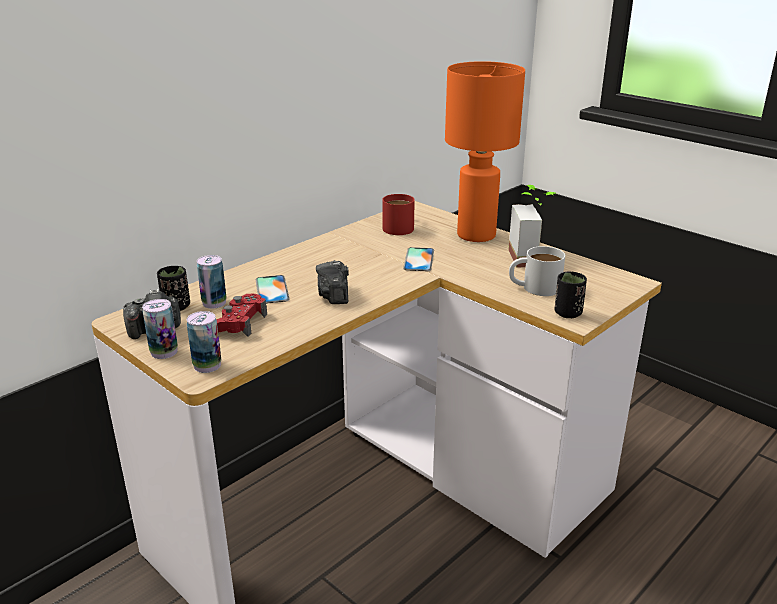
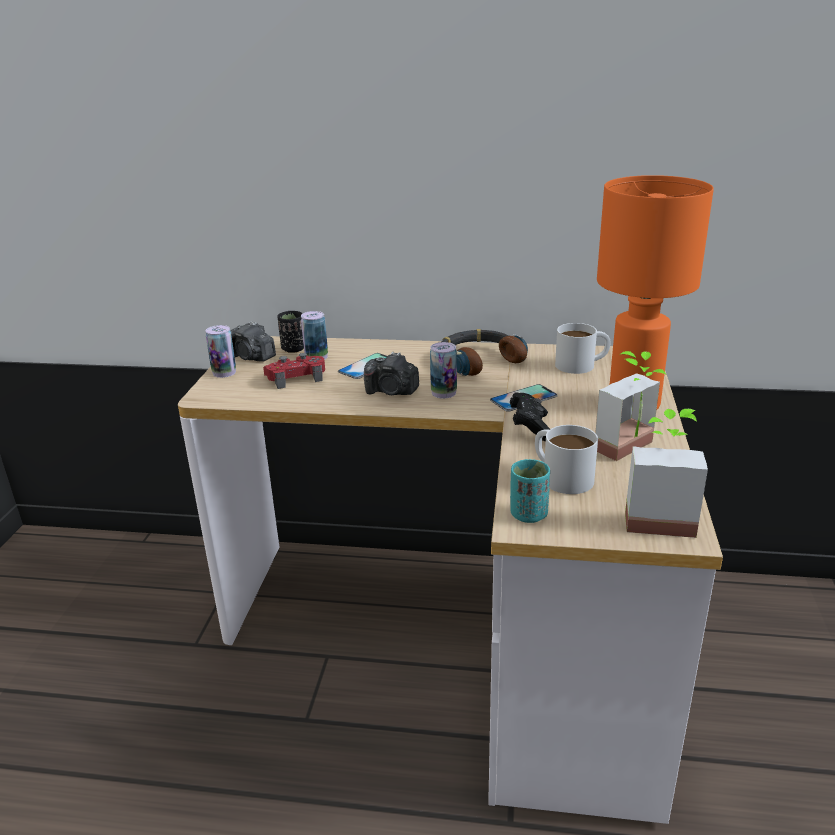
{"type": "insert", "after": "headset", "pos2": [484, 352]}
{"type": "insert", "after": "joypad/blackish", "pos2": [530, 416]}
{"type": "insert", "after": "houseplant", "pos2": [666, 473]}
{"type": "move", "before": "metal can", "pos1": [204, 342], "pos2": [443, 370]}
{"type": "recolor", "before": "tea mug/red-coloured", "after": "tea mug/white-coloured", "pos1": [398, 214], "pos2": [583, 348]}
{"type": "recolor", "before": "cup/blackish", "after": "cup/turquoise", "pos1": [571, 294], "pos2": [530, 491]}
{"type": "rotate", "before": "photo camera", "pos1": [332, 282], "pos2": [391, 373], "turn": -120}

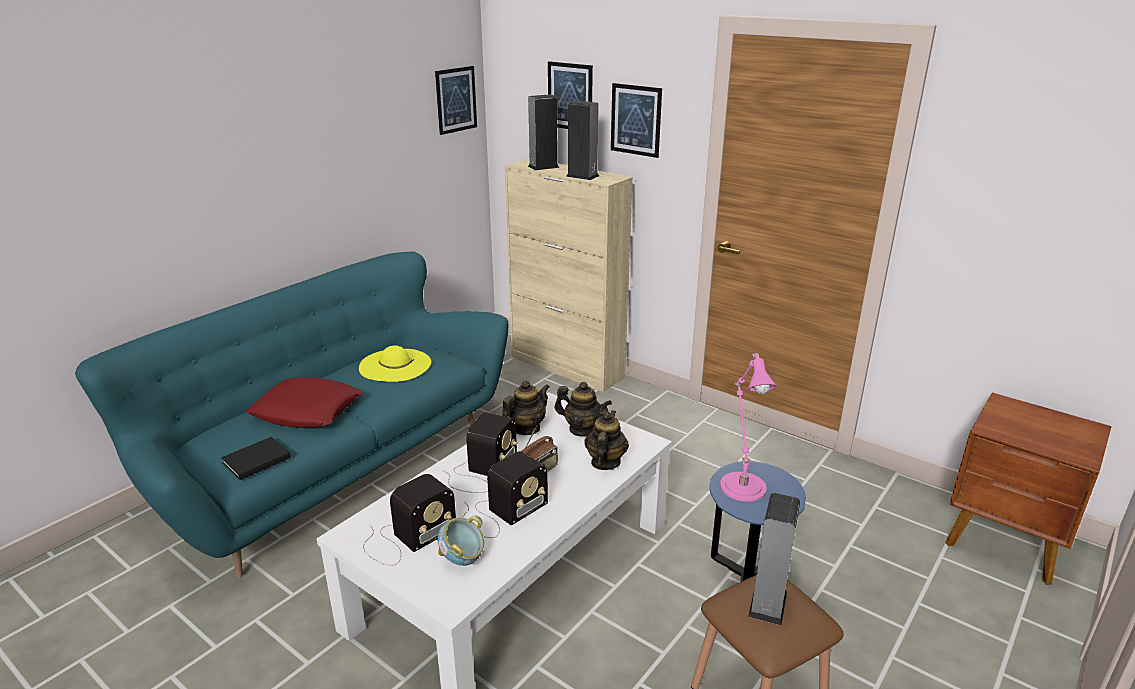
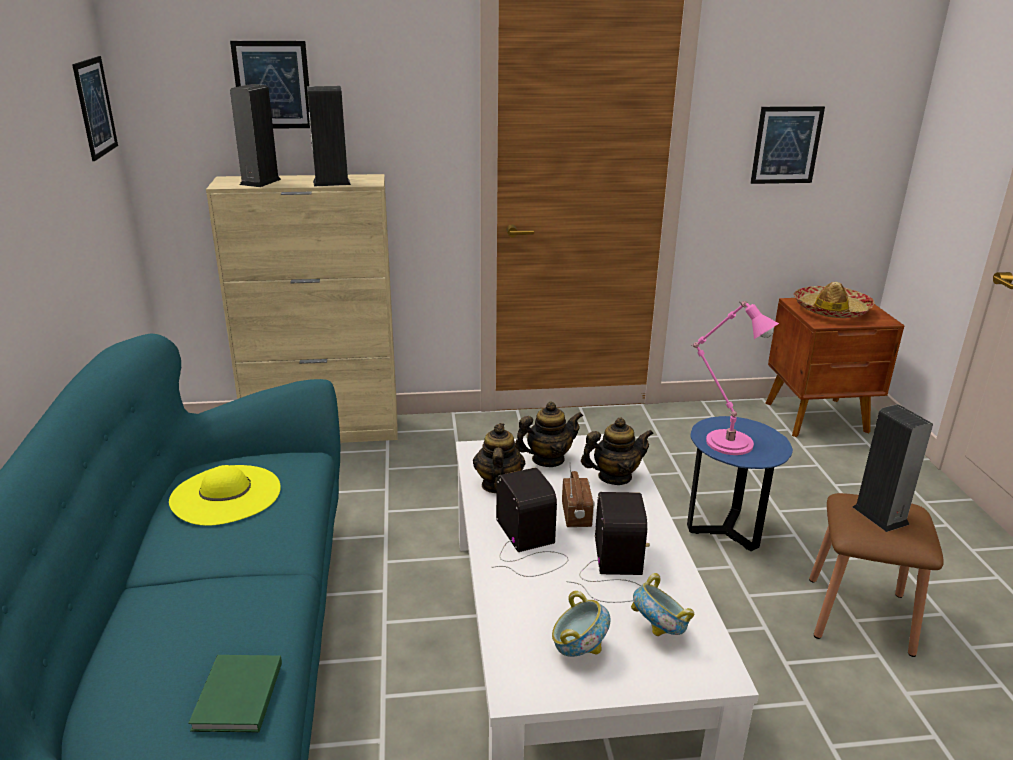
{"type": "delete", "before": "pillow/red-coloured", "pos1": [304, 402]}
{"type": "insert", "after": "hat", "pos2": [834, 300]}
{"type": "move", "before": "picture", "pos1": [636, 120], "pos2": [788, 145]}
{"type": "replace", "before": "radio receiver", "after": "bowl", "pos1": [409, 520], "pos2": [581, 624]}
{"type": "recolor", "before": "book/blackish", "after": "book/greenish", "pos1": [256, 458], "pos2": [235, 693]}
{"type": "rotate", "before": "tea pot", "pos1": [607, 440], "pos2": [617, 451], "turn": 105}

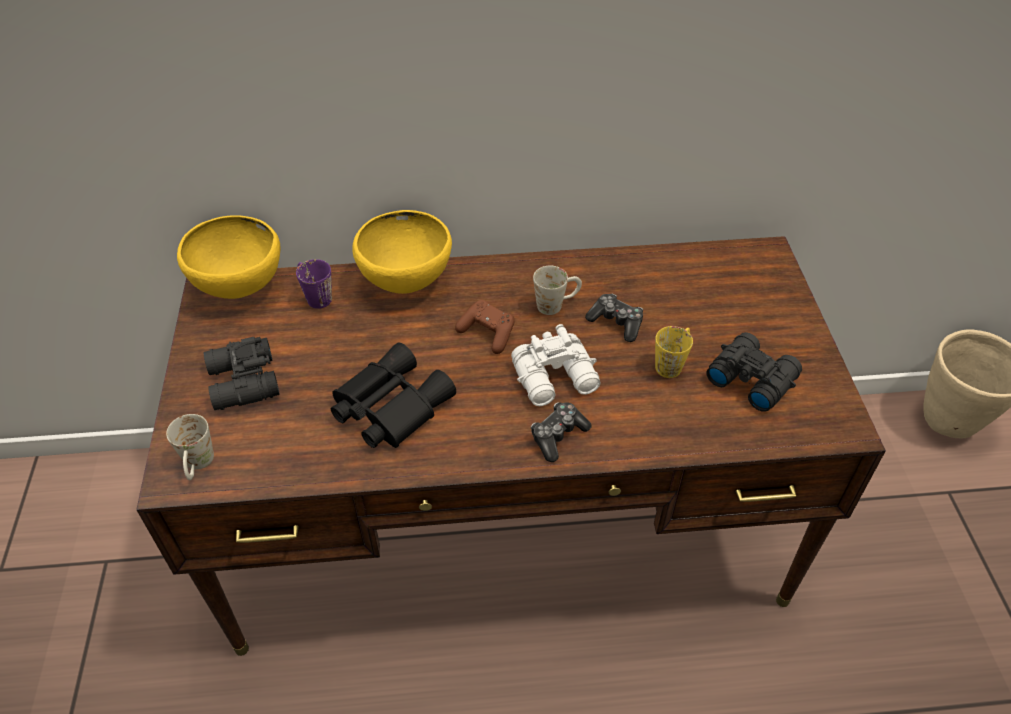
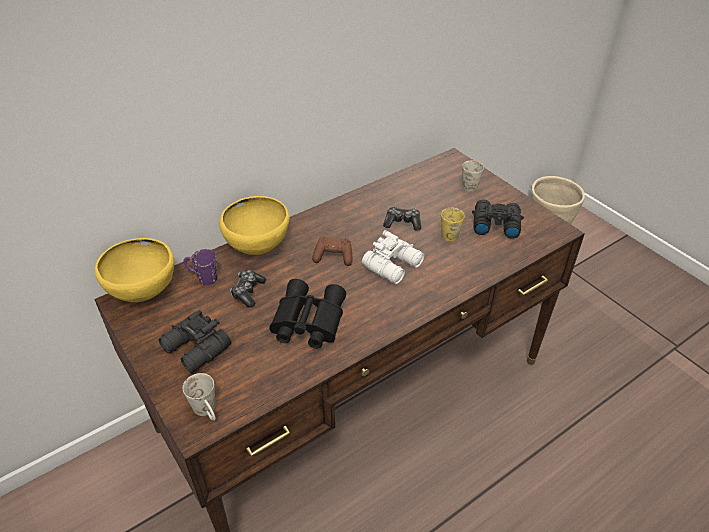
{"type": "move", "before": "joypad", "pos1": [561, 432], "pos2": [248, 288]}
{"type": "move", "before": "tea mug/white-coloured", "pos1": [557, 290], "pos2": [473, 176]}

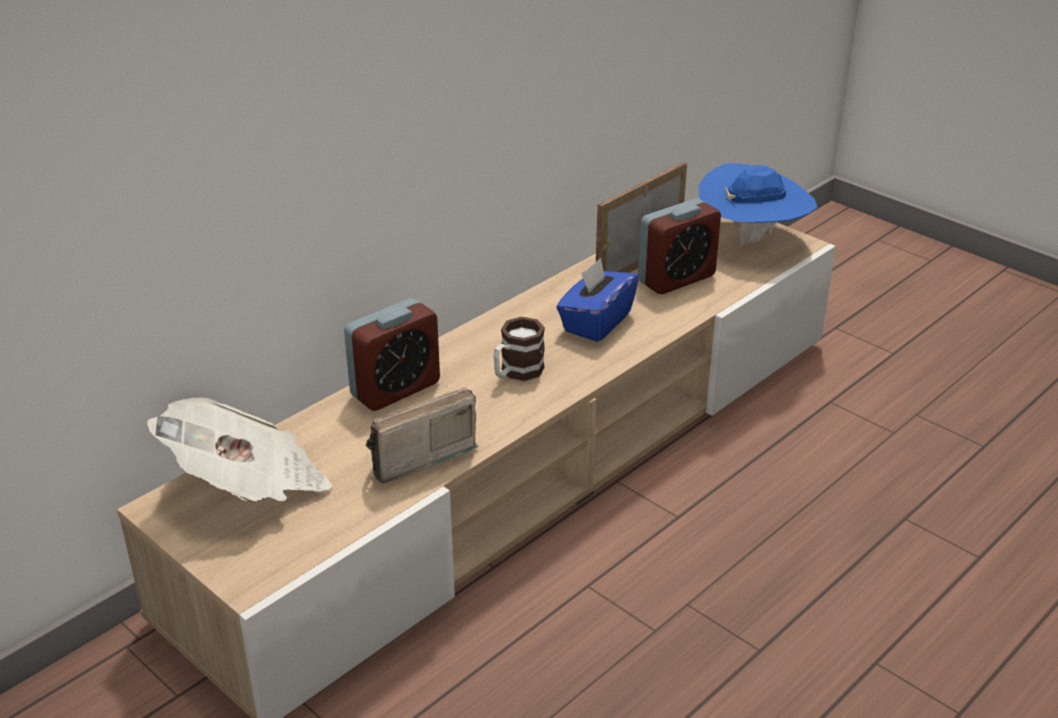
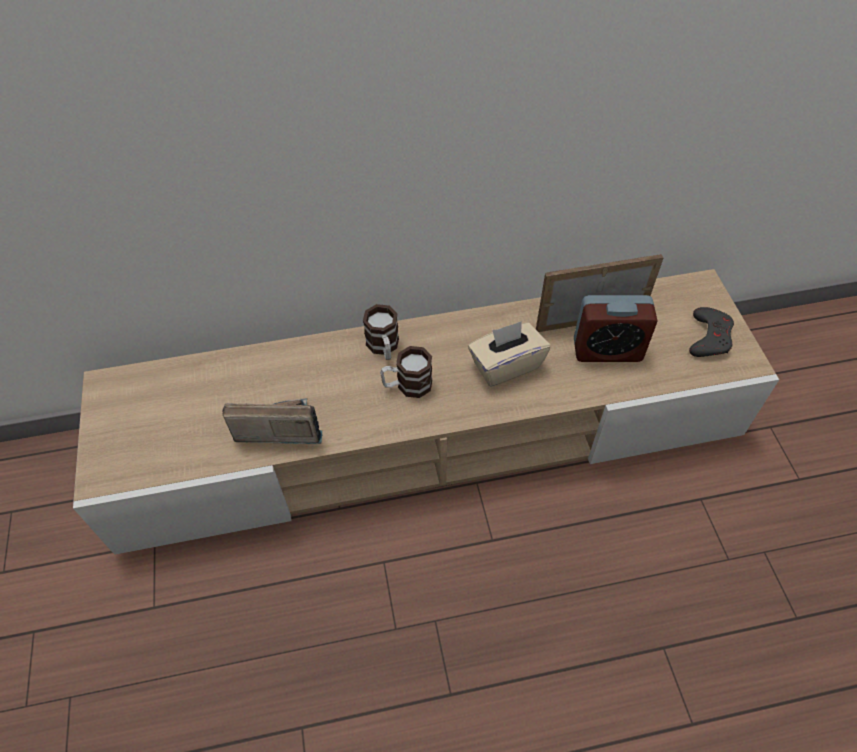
{"type": "delete", "before": "newspaper", "pos1": [240, 449]}
{"type": "delete", "before": "bedside clock", "pos1": [392, 354]}
{"type": "insert", "after": "tea mug", "pos2": [381, 332]}
{"type": "replace", "before": "hat/blue", "after": "joypad/gray", "pos1": [758, 204], "pos2": [711, 332]}
{"type": "recolor", "before": "tissue holder/blue", "after": "tissue holder/sand-coloured", "pos1": [597, 300], "pos2": [509, 353]}

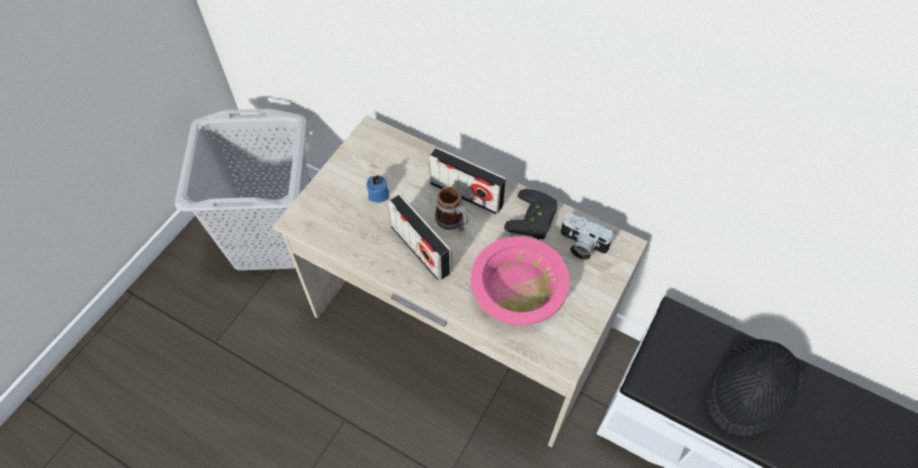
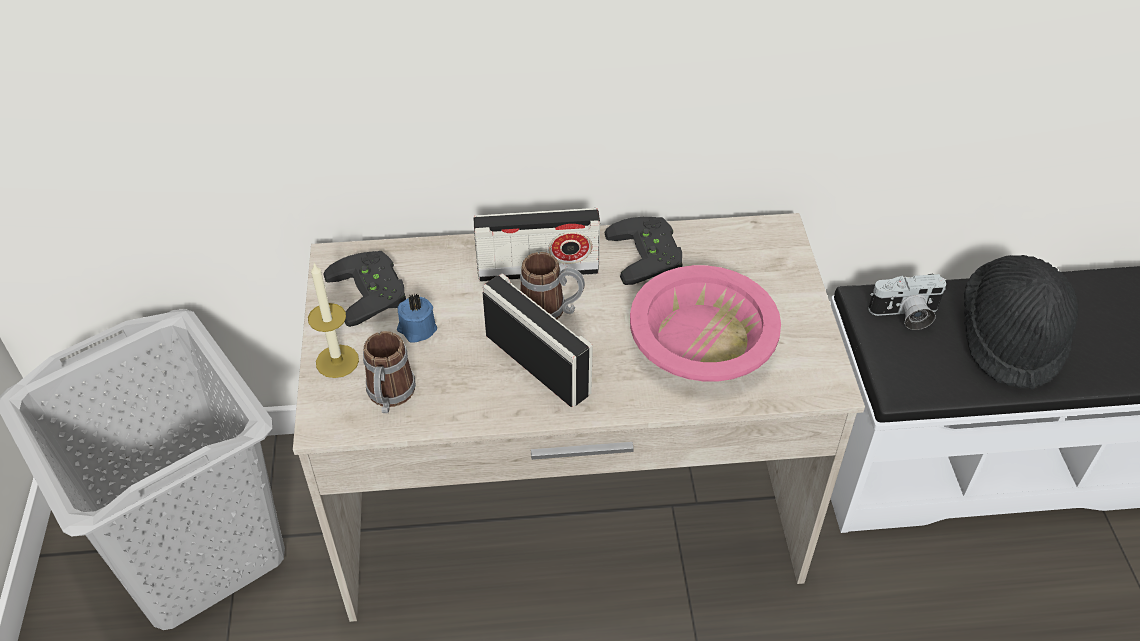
{"type": "insert", "after": "candle", "pos2": [333, 320]}
{"type": "insert", "after": "joypad/blackish", "pos2": [364, 289]}
{"type": "insert", "after": "tea mug", "pos2": [389, 372]}
{"type": "move", "before": "photo camera", "pos1": [587, 236], "pos2": [907, 302]}
{"type": "rotate", "before": "radio receiver", "pos1": [420, 237], "pos2": [538, 340], "turn": -150}

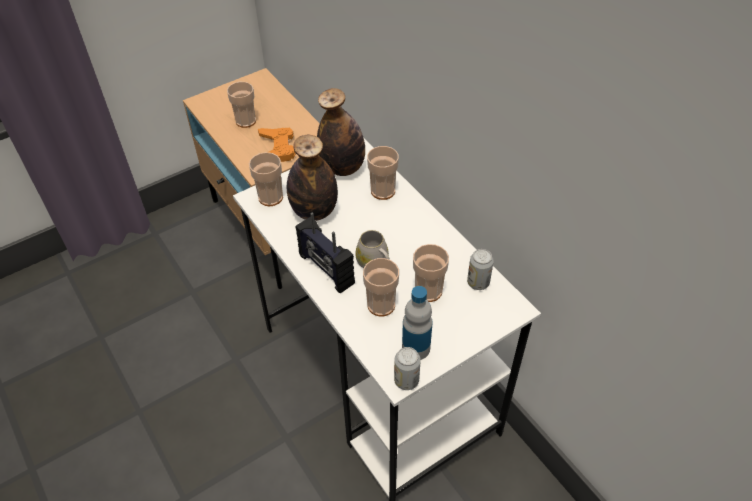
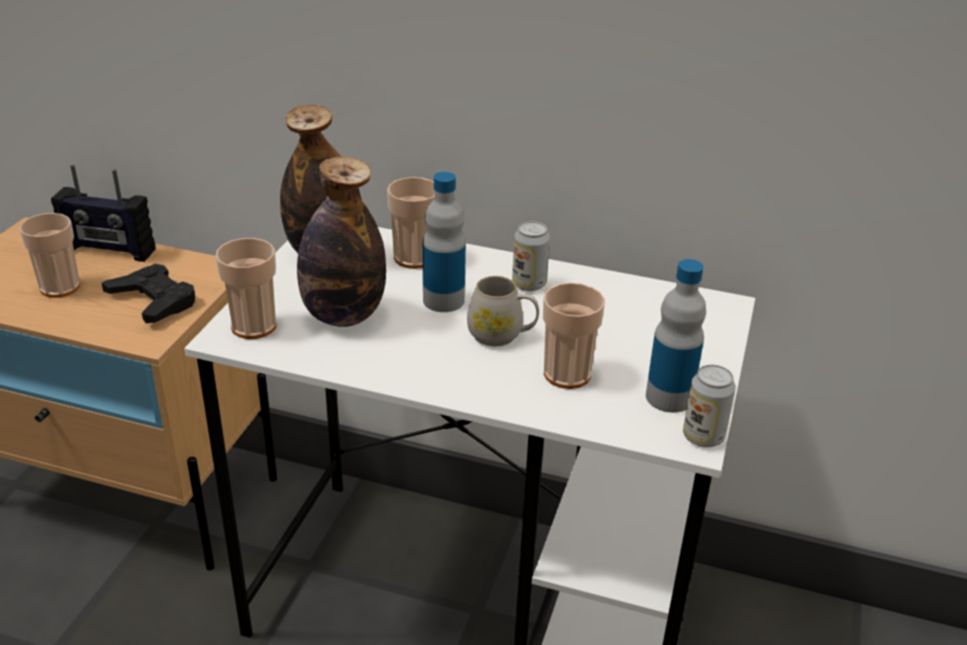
{"type": "delete", "before": "cup", "pos1": [431, 273]}
{"type": "insert", "after": "drink bottle", "pos2": [444, 242]}
{"type": "move", "before": "radio receiver", "pos1": [325, 253], "pos2": [103, 213]}
{"type": "move", "before": "metal can", "pos1": [480, 269], "pos2": [531, 256]}
{"type": "recolor", "before": "joypad/orange-coloured", "after": "joypad/blackish", "pos1": [277, 145], "pos2": [148, 293]}

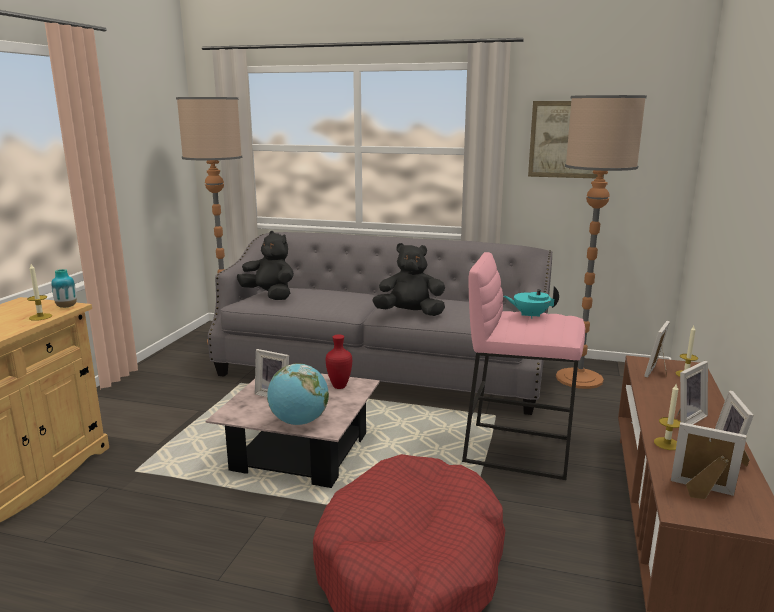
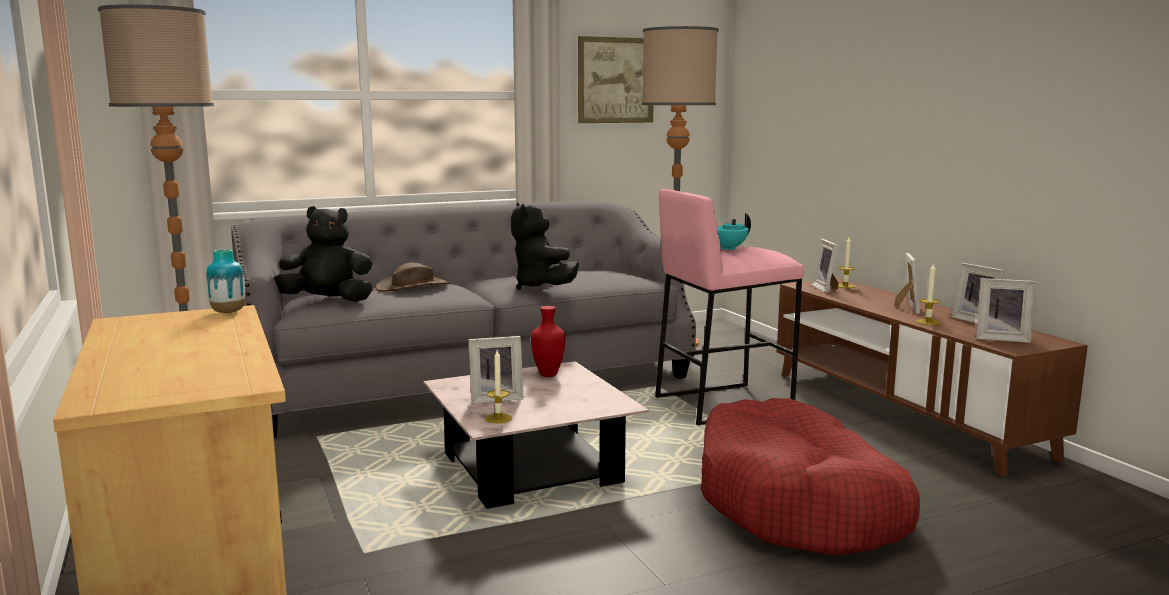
{"type": "delete", "before": "globe", "pos1": [298, 394]}
{"type": "insert", "after": "hat/brownish", "pos2": [413, 277]}
{"type": "move", "before": "candle", "pos1": [39, 292], "pos2": [498, 386]}
{"type": "rotate", "before": "plush toy/blackish", "pos1": [408, 279], "pos2": [545, 246], "turn": -75}
{"type": "rotate", "before": "photo frame", "pos1": [709, 460], "pos2": [1006, 310], "turn": -150}

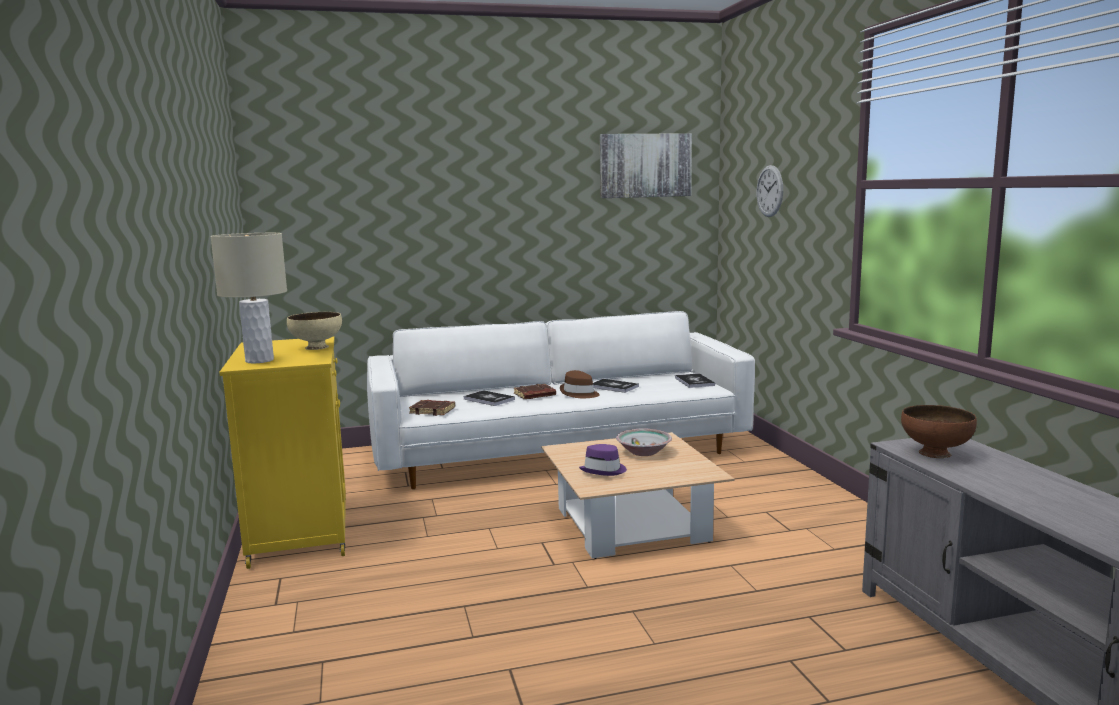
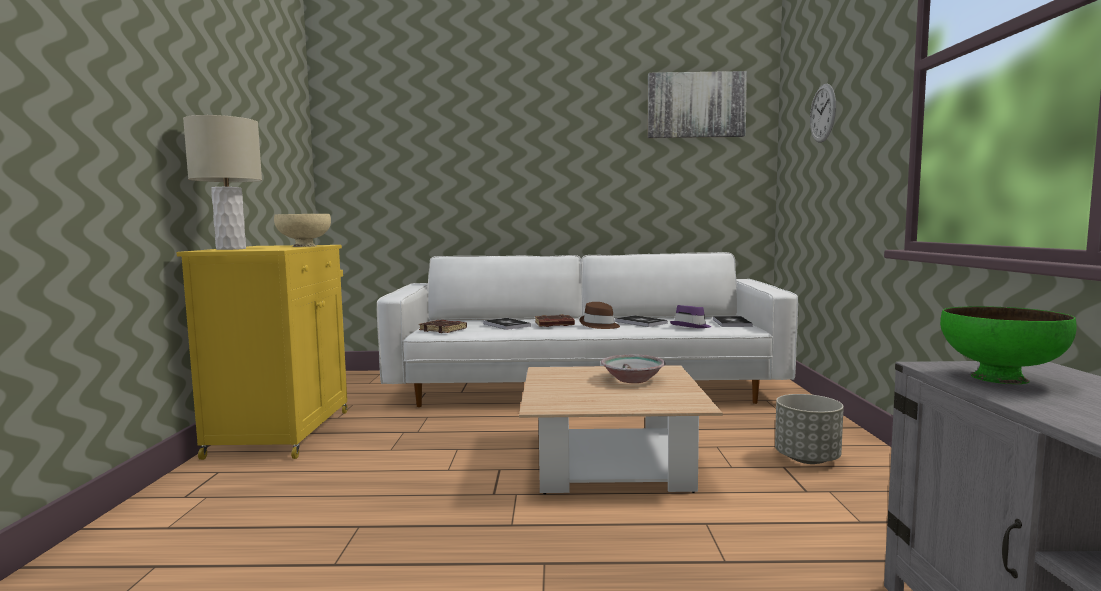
{"type": "insert", "after": "flower pot/gray", "pos2": [809, 429]}
{"type": "move", "before": "hat/purplish", "pos1": [603, 460], "pos2": [690, 316]}
{"type": "recolor", "before": "bowl/brownish", "after": "bowl/greenish", "pos1": [939, 431], "pos2": [1008, 345]}

